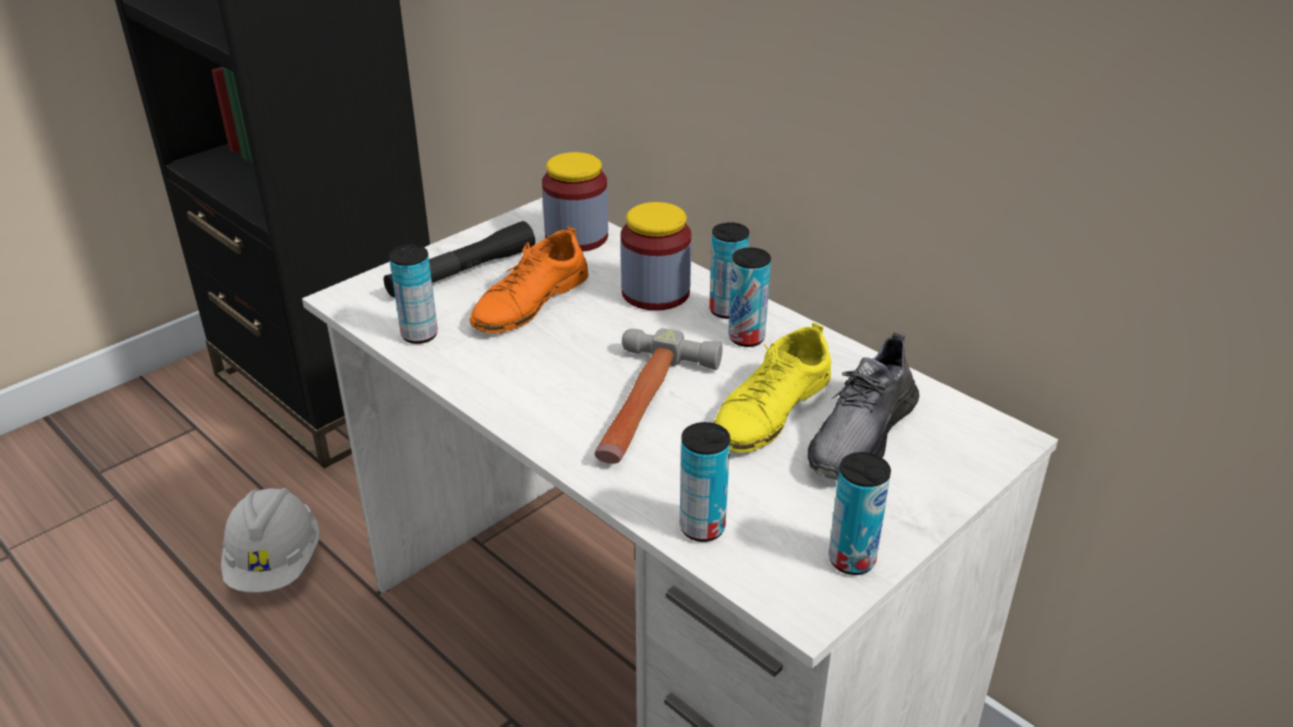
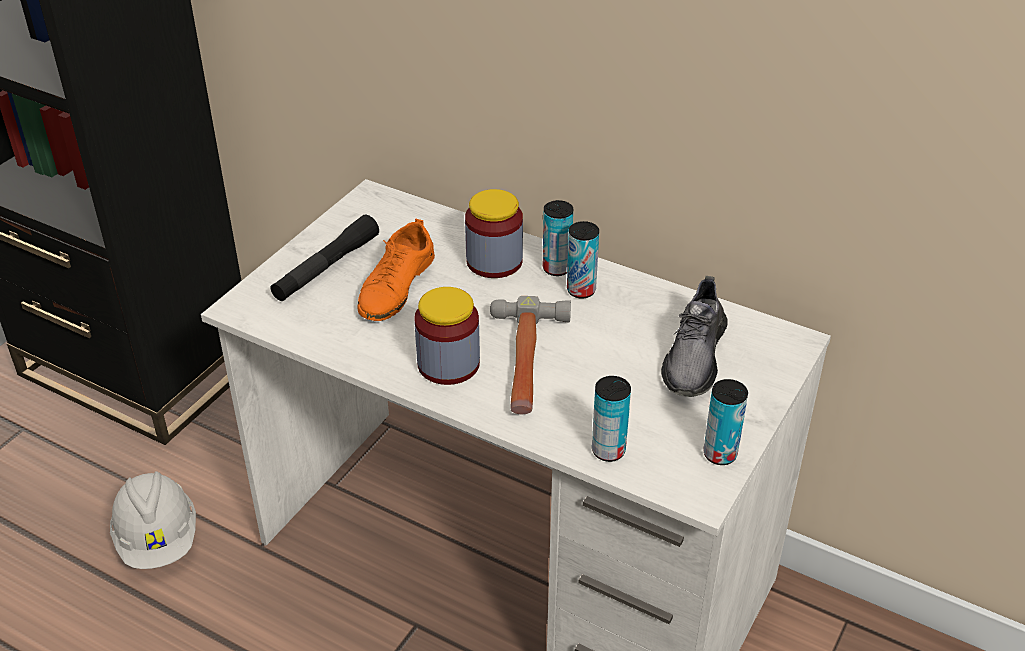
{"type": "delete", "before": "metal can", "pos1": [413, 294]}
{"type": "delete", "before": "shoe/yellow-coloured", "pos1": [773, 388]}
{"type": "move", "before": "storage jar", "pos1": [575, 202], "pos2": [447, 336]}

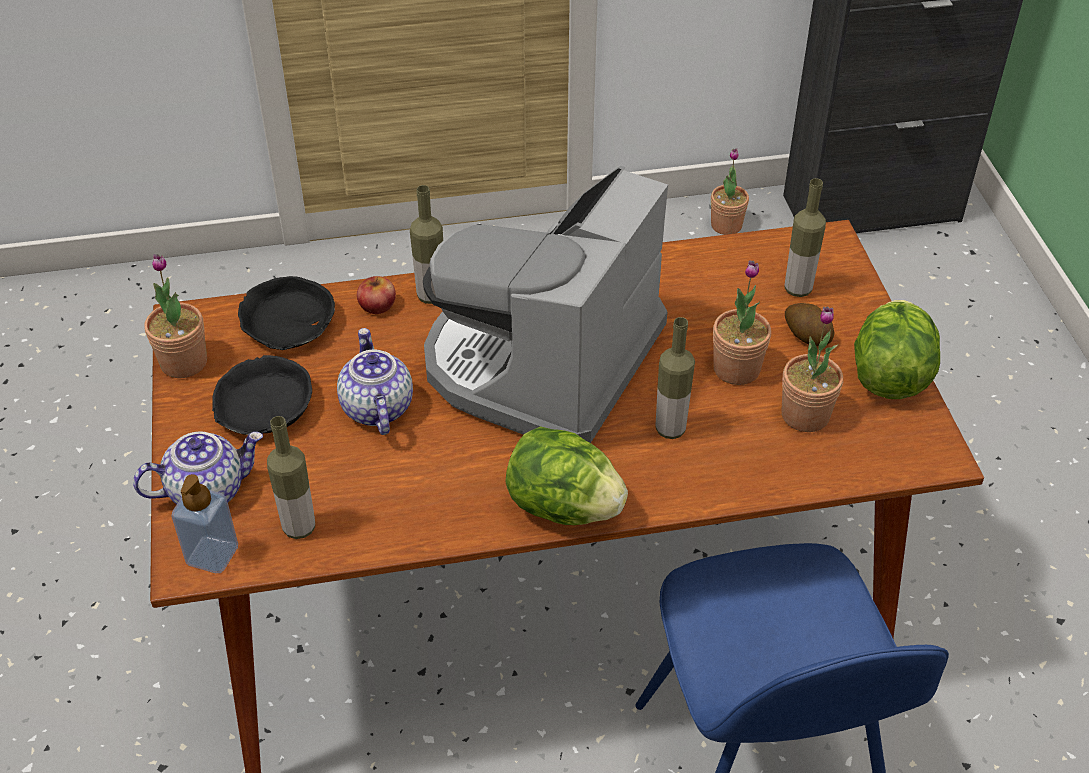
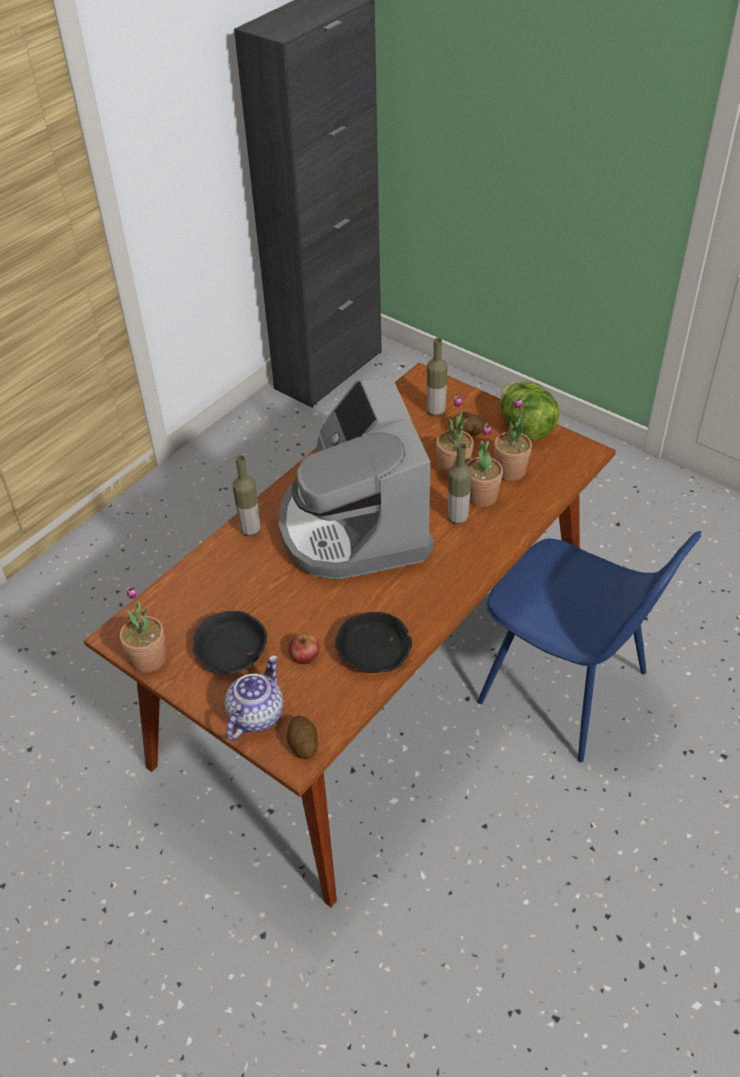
{"type": "delete", "before": "drink bottle", "pos1": [291, 477]}
{"type": "delete", "before": "tea pot", "pos1": [375, 381]}
{"type": "delete", "before": "head of lettuce", "pos1": [566, 475]}
{"type": "move", "before": "bowl/blackish", "pos1": [286, 313], "pos2": [373, 642]}
{"type": "move", "before": "whole apple", "pos1": [376, 295], "pos2": [304, 648]}
{"type": "move", "before": "houseplant", "pos1": [730, 191], "pos2": [484, 465]}
{"type": "replace", "before": "soap dispenser", "after": "spud", "pos1": [204, 523], "pos2": [302, 737]}

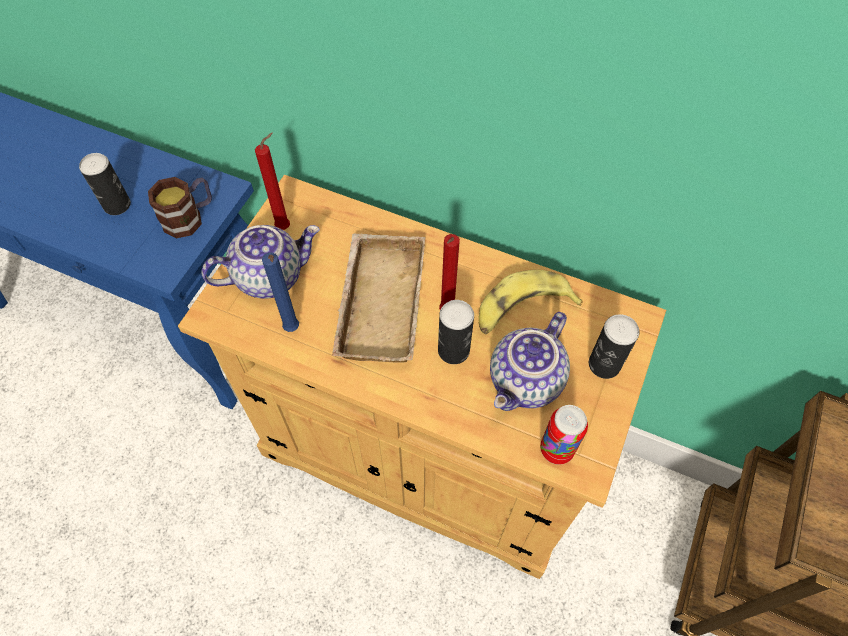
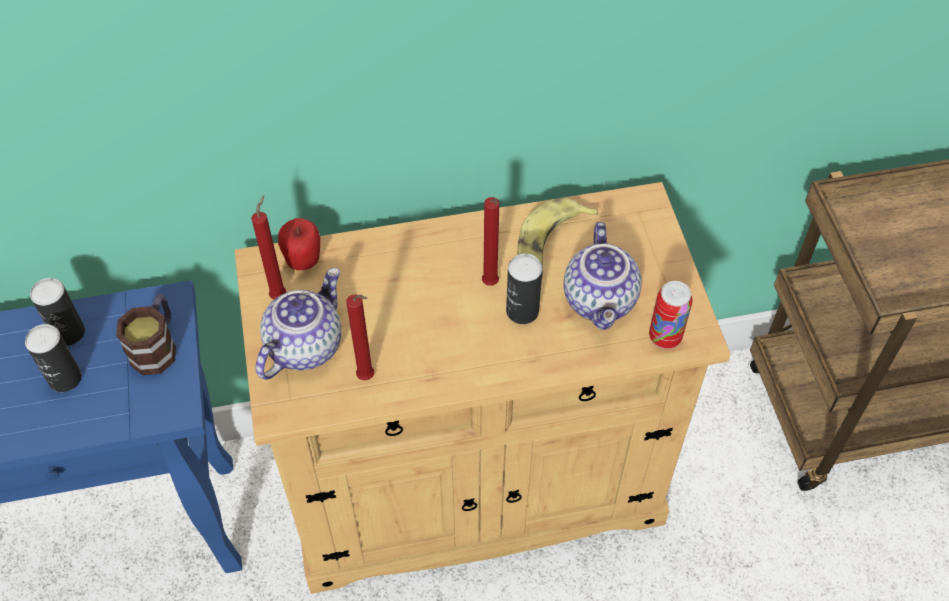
{"type": "delete", "before": "carrying tray/sand-coloured", "pos1": [378, 298]}
{"type": "insert", "after": "whole apple", "pos2": [299, 244]}
{"type": "move", "before": "metal can", "pos1": [614, 346], "pos2": [57, 312]}
{"type": "recolor", "before": "candle/blue", "after": "candle/red-coloured", "pos1": [280, 292], "pos2": [360, 337]}

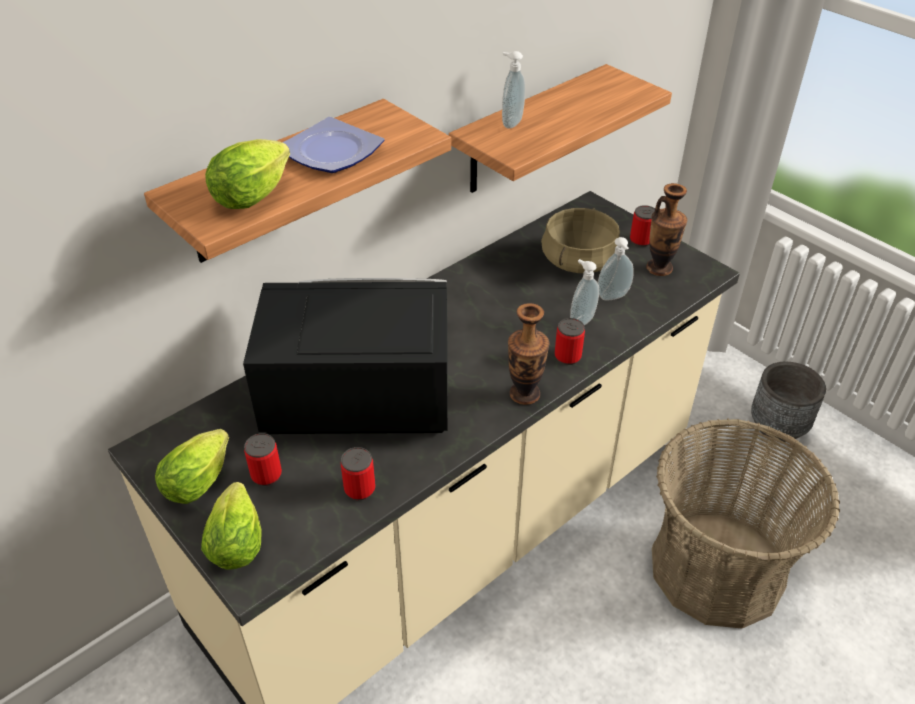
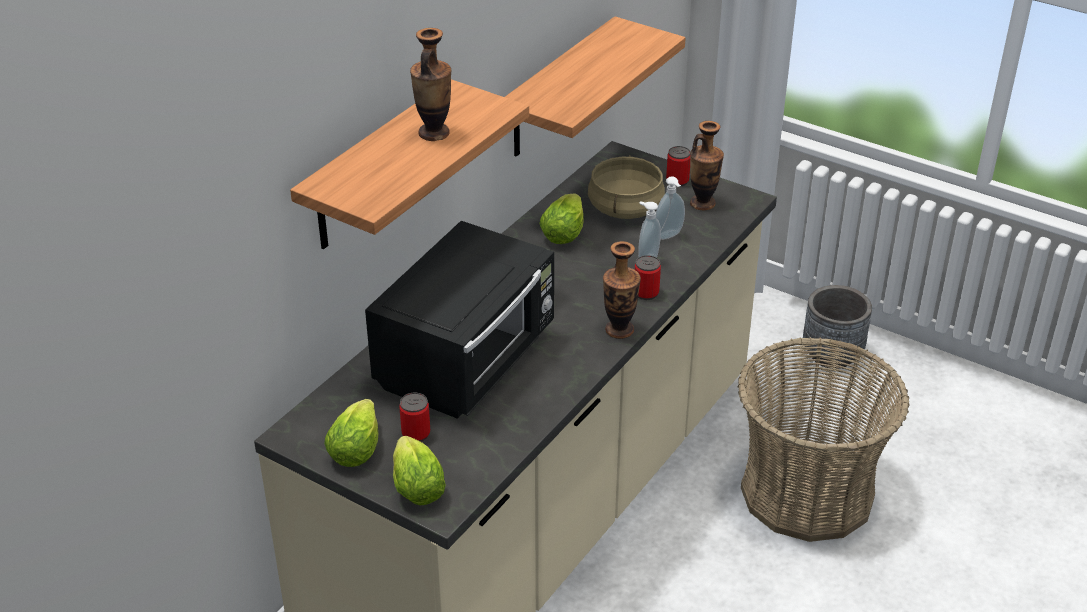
{"type": "delete", "before": "metal can", "pos1": [358, 473]}
{"type": "delete", "before": "soap dispenser", "pos1": [513, 90]}
{"type": "move", "before": "head of lettuce", "pos1": [247, 174], "pos2": [561, 218]}
{"type": "replace", "before": "plate", "after": "flower vase", "pos1": [333, 145], "pos2": [430, 84]}
{"type": "rotate", "before": "microwave oven/blackish", "pos1": [345, 356], "pos2": [459, 320], "turn": 135}

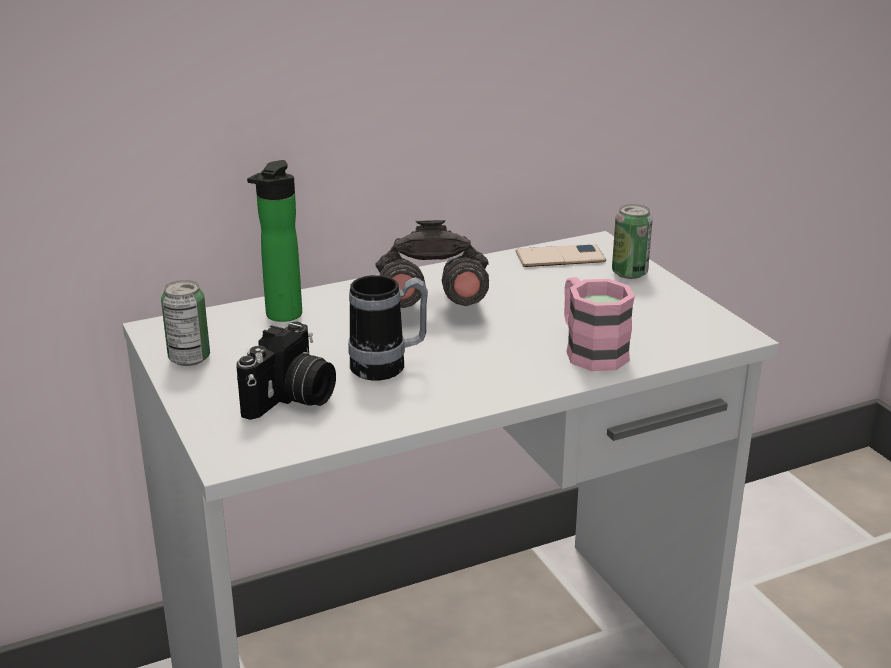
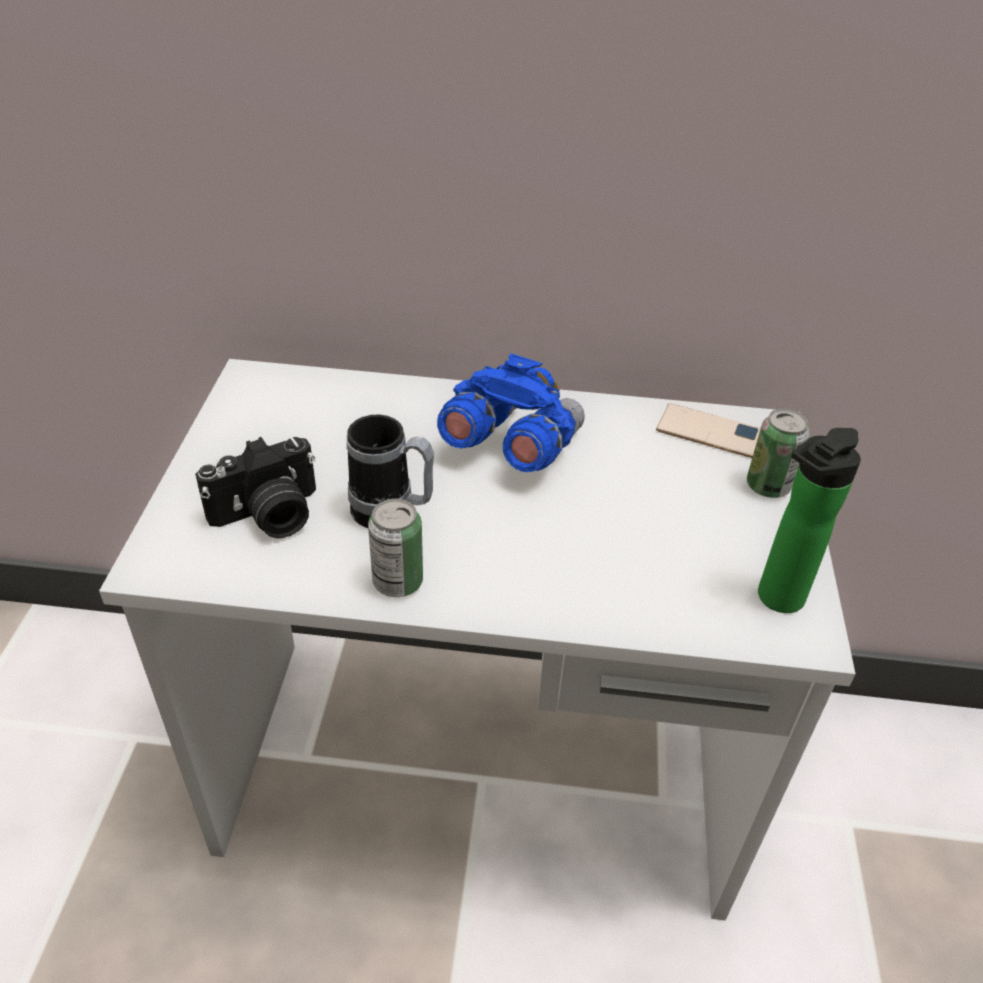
{"type": "delete", "before": "tea mug/pink-coloured", "pos1": [599, 324]}
{"type": "move", "before": "metal can", "pos1": [185, 323], "pos2": [395, 547]}
{"type": "move", "before": "drink bottle", "pos1": [274, 241], "pos2": [809, 520]}
{"type": "recolor", "before": "binoculars/gray", "after": "binoculars/blue", "pos1": [432, 264], "pos2": [511, 412]}

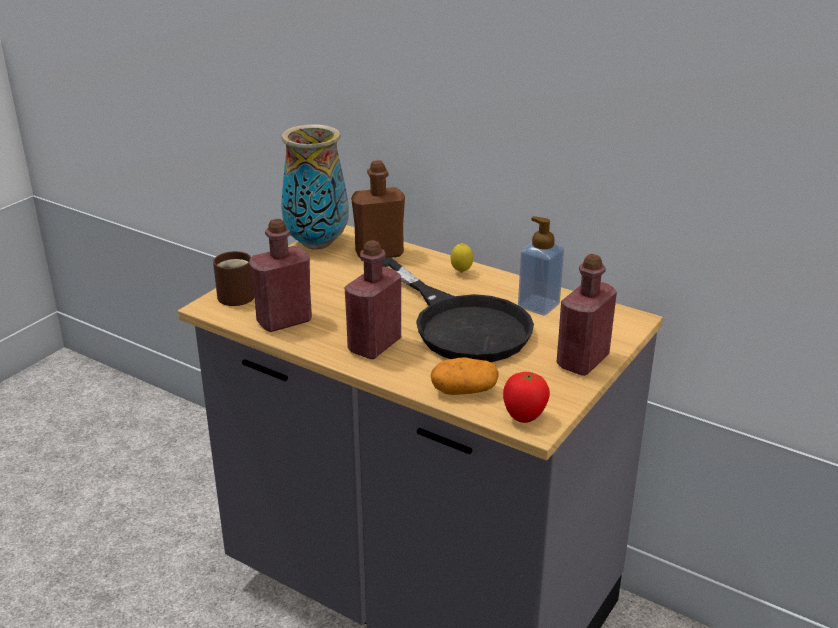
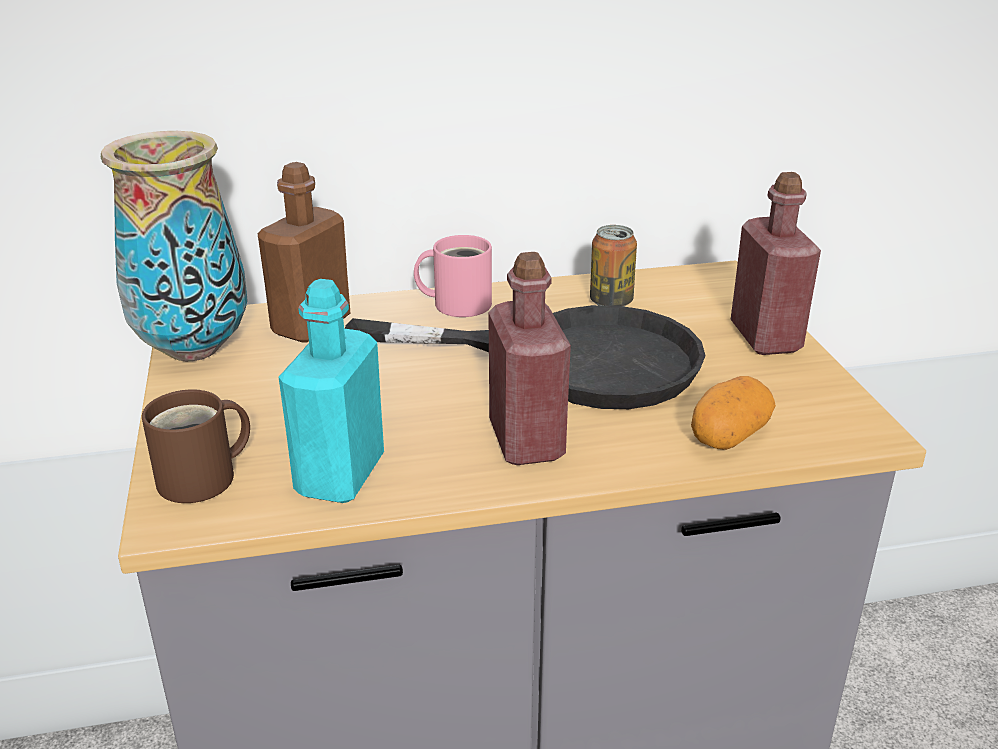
{"type": "delete", "before": "tomato", "pos1": [526, 397]}
{"type": "replace", "before": "citrus fruit", "after": "tea mug/pink-coloured", "pos1": [462, 258], "pos2": [453, 276]}
{"type": "replace", "before": "soap dispenser", "after": "metal can", "pos1": [541, 265], "pos2": [613, 265]}
{"type": "recolor", "before": "drink bottle/red-coloured", "after": "drink bottle/turquoise", "pos1": [280, 275], "pos2": [331, 391]}

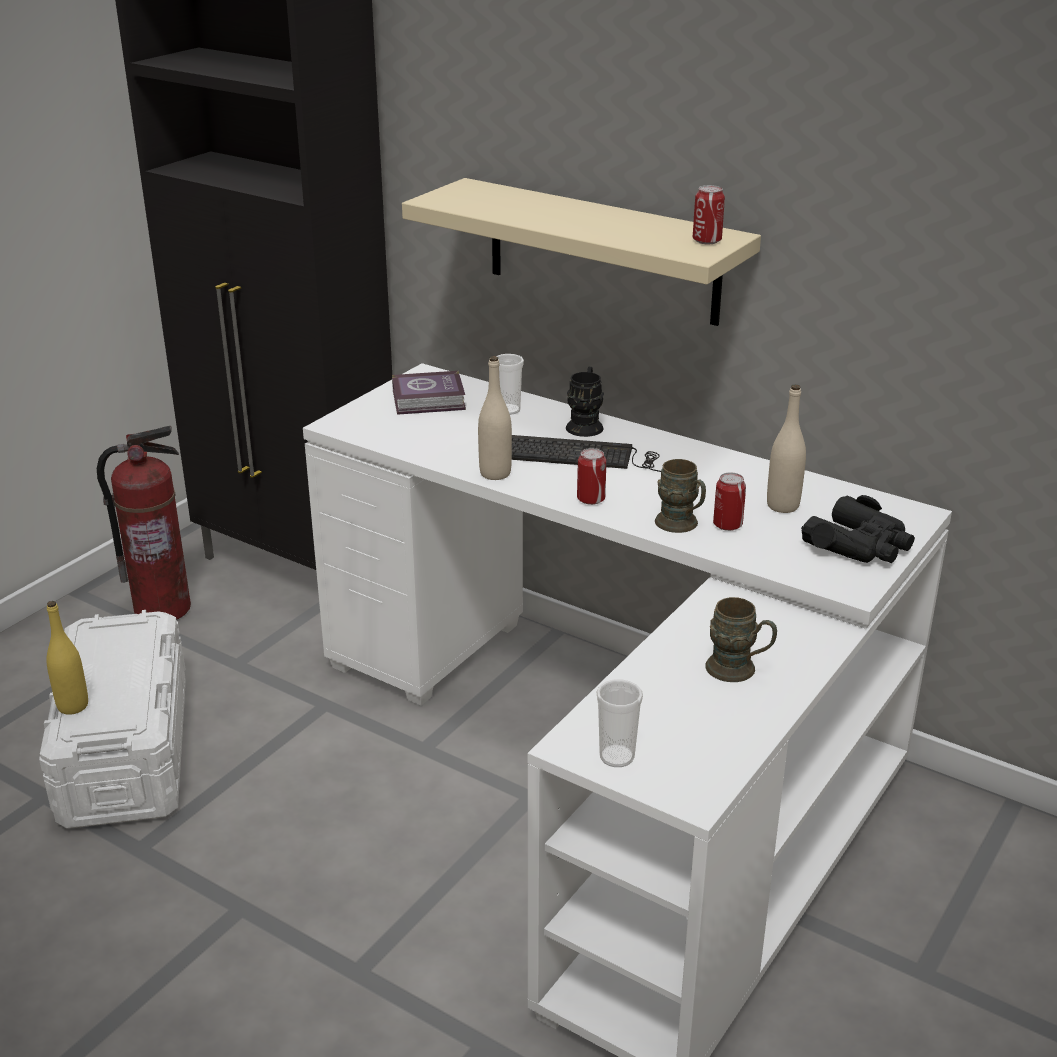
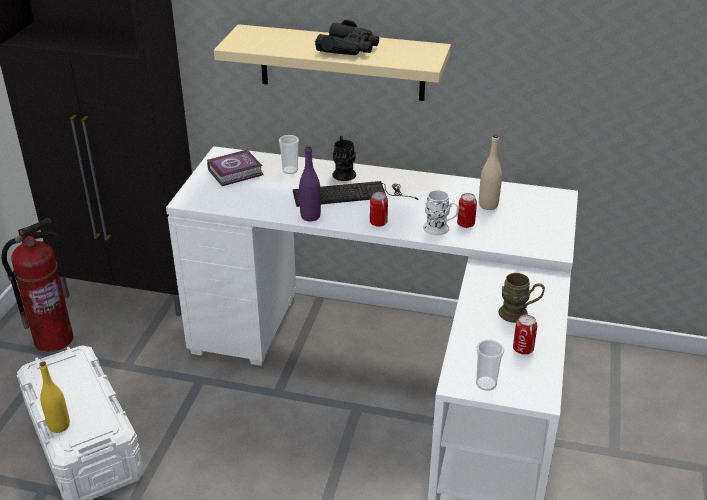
{"type": "move", "before": "metal can", "pos1": [709, 214], "pos2": [525, 335]}
{"type": "move", "before": "binoculars/blackish", "pos1": [858, 529], "pos2": [347, 37]}
{"type": "recolor", "before": "drink bottle/sand-coloured", "after": "drink bottle/purplish", "pos1": [495, 418], "pos2": [310, 183]}
{"type": "recolor", "before": "tea mug/brownish", "after": "tea mug/white-coloured", "pos1": [680, 496], "pos2": [441, 212]}

